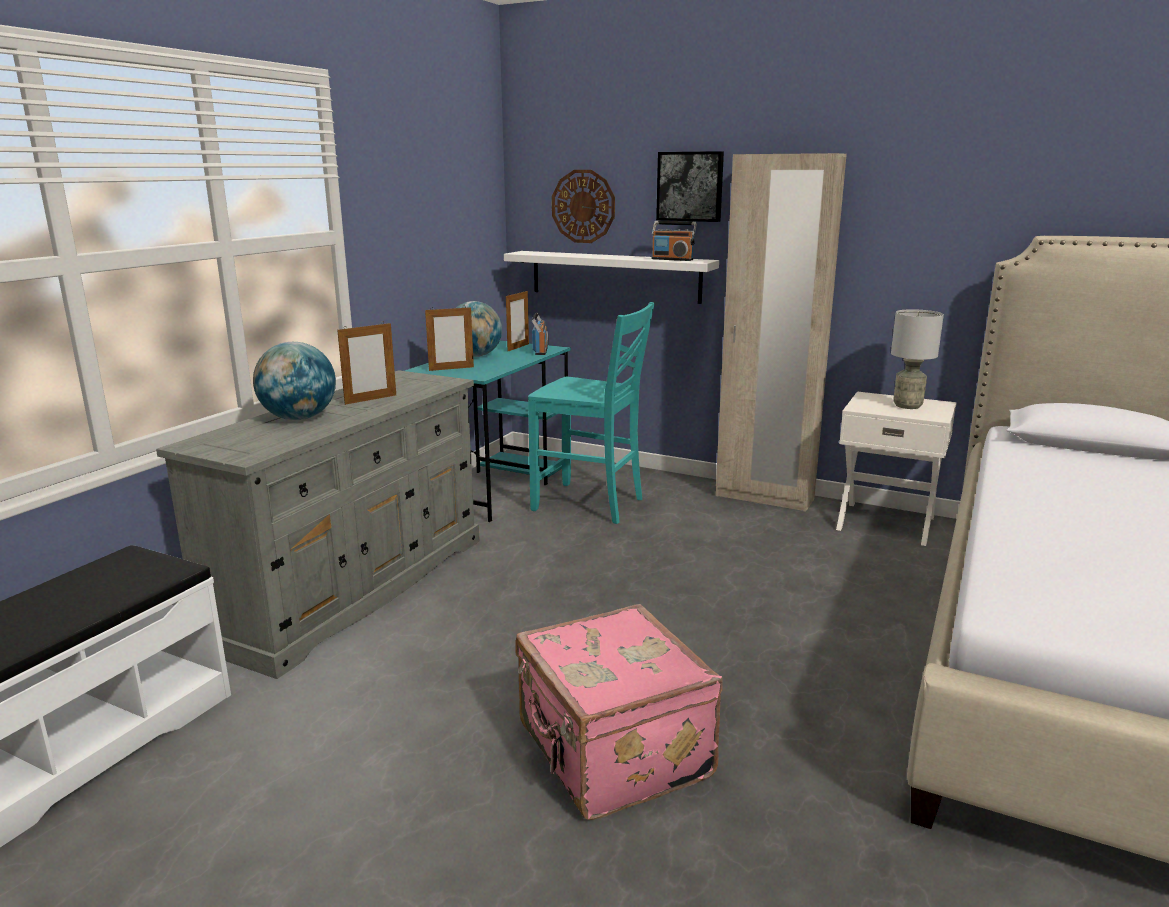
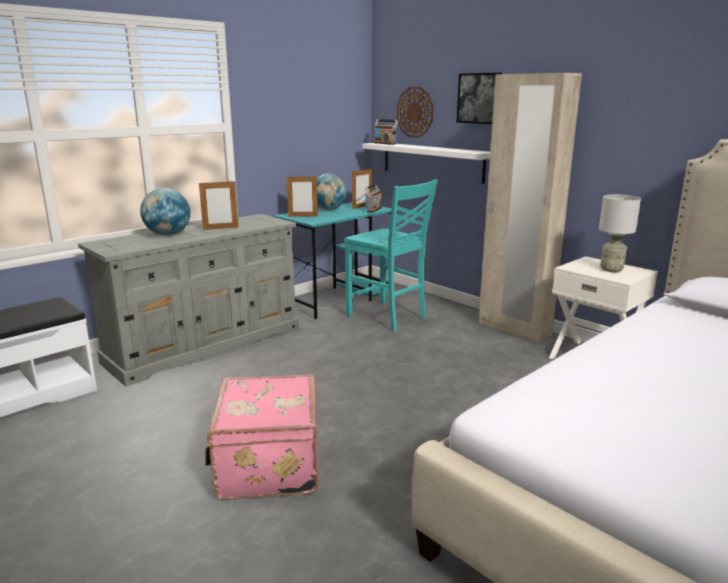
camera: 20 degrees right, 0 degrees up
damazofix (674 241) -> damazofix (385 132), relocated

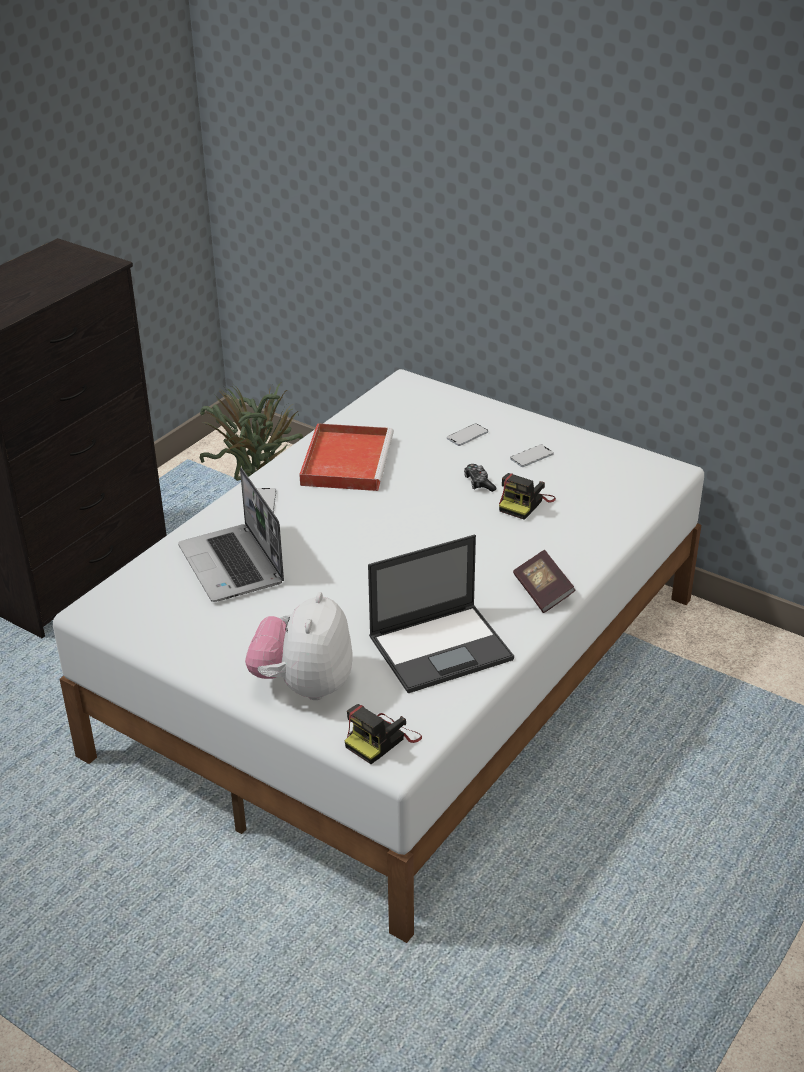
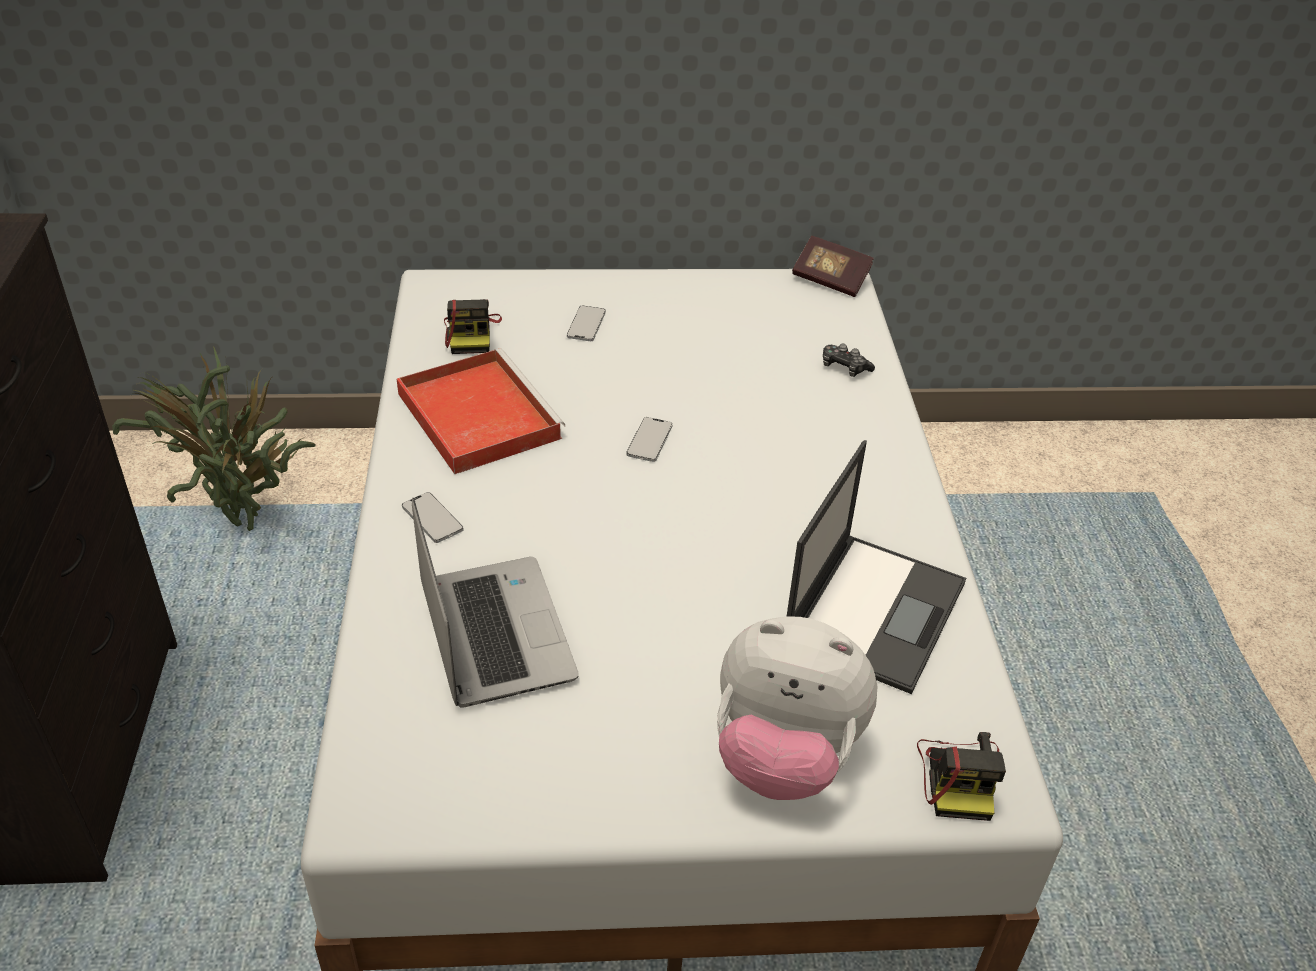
camera: 40 degrees left, 5 degrees up
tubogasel (231 534) -> tubogasel (495 603), 135 degrees counterclockwise
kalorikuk (298 646) -> kalorikuk (797 708), 45 degrees counterclockwise
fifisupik (480 478) -> fifisupik (849 360), relocated
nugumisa (527 496) -> nugumisa (473 326), relocated
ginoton (532 455) -> ginoton (650 439), relocated
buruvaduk (544 581) -> buruvaduk (833 266), relocated

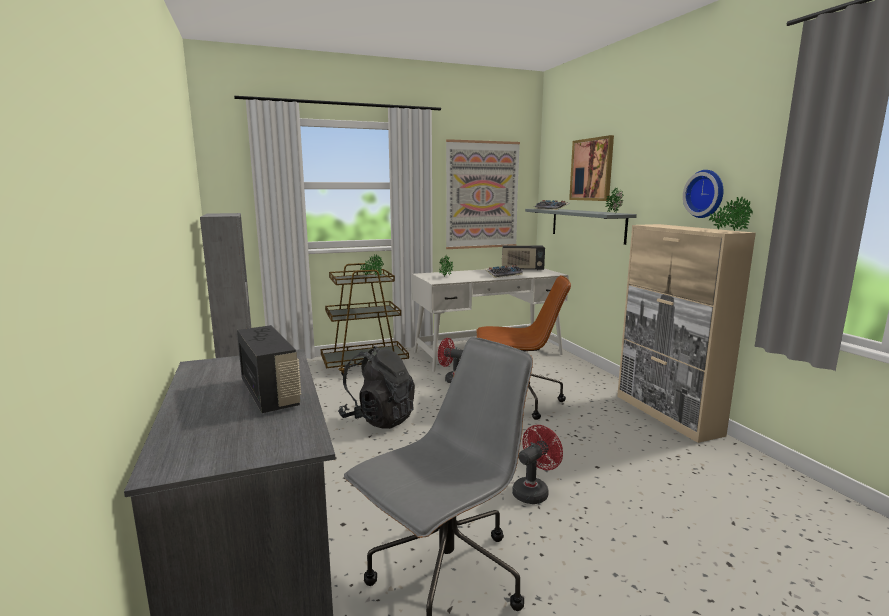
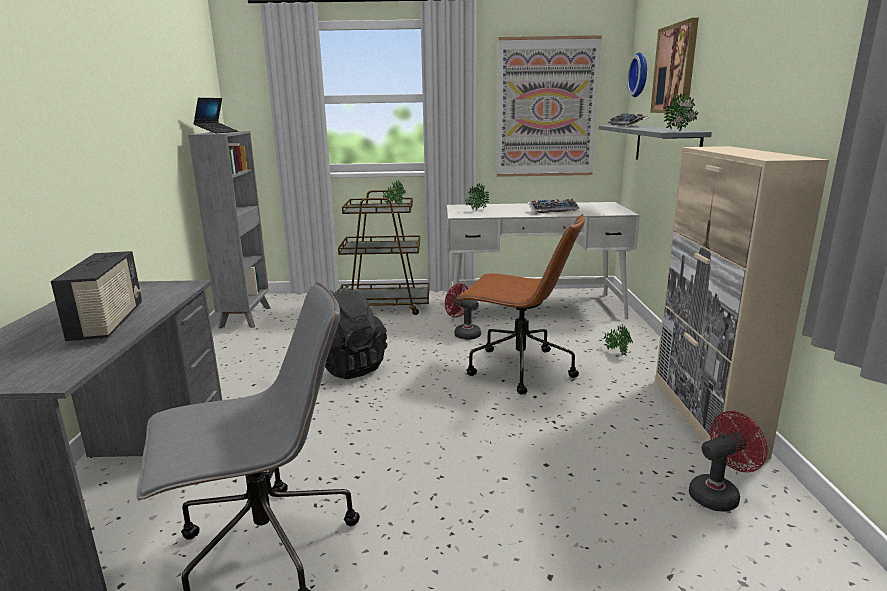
camera: 20 degrees right, 5 degrees up
damazofix (523 258) -> none
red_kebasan (537 464) -> red_kebasan (728 461), relocated
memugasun (703 194) -> memugasun (637 74), relocated
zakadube (730 214) -> zakadube (618 340), relocated
none -> tubogasel (216 115)

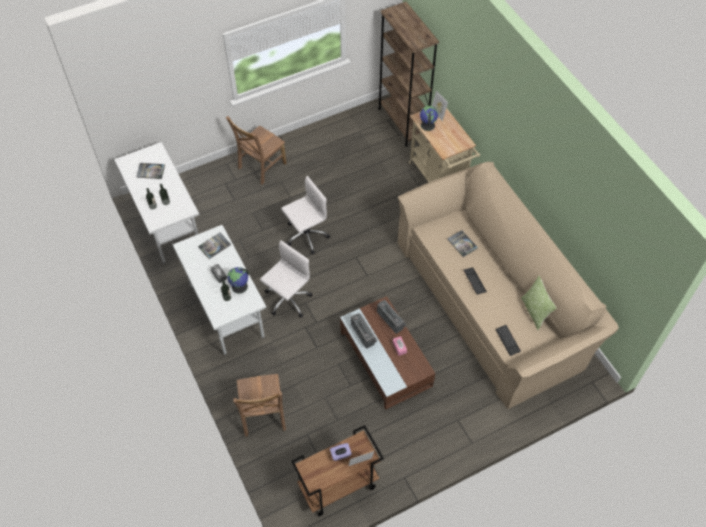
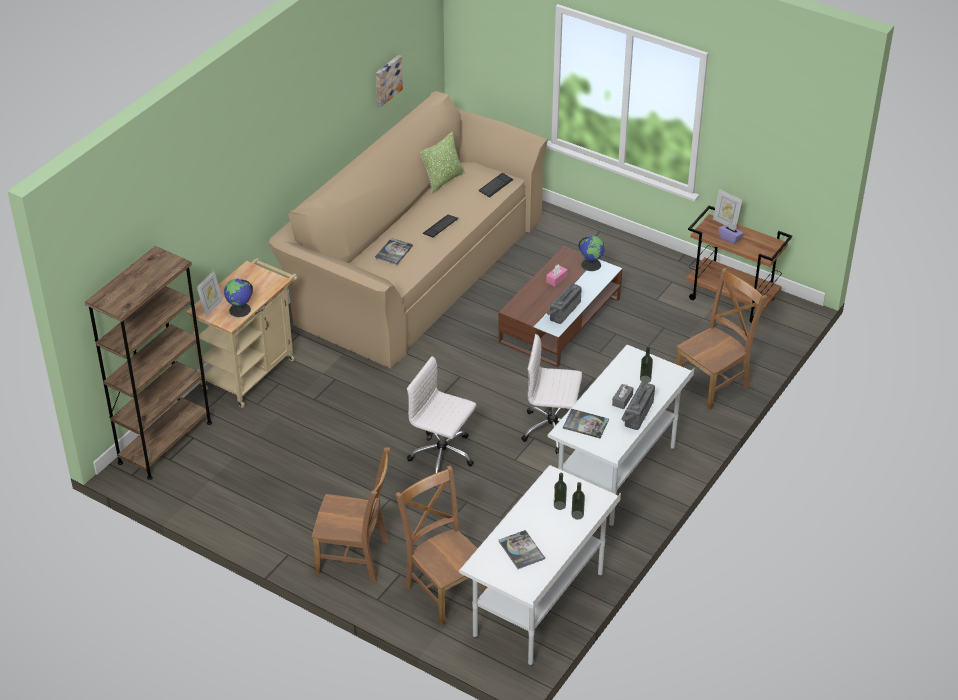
camera: 120 degrees left, 15 degrees down
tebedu (238 280) -> tebedu (592 253), relocated
damazofix (391 317) -> damazofix (638 406), relocated
none -> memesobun (389 81)
none -> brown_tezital (441 545)

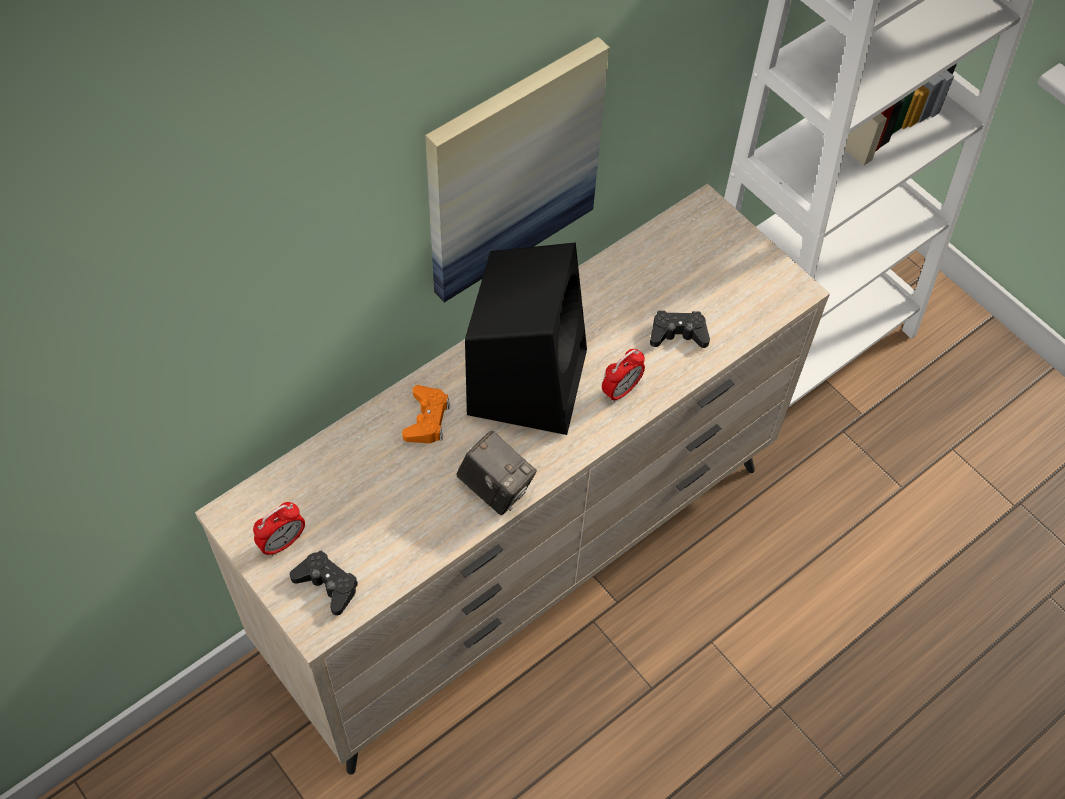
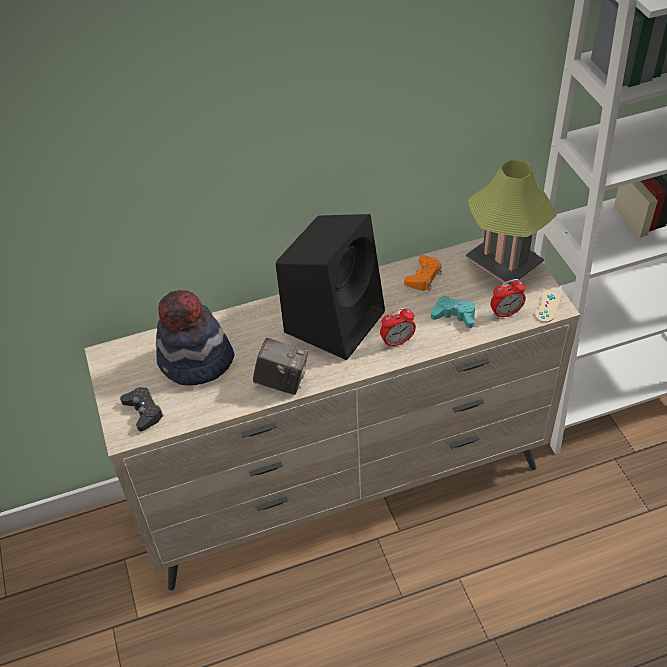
camera: 25 degrees right, 10 degrees down
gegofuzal (279 529) -> gegofuzal (508 299), relocated
orange_fifisupik (426 414) -> orange_fifisupik (423 273), relocated
memesobun (517 169) -> none
nugumisa (496 473) -> nugumisa (280 366), 45 degrees counterclockwise
black_fifisupik (680 329) -> turquoise_fifisupik (453 312)
none -> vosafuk (195 338)
none -> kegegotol (511 222)
none -> beige_fifisupik (548 306)

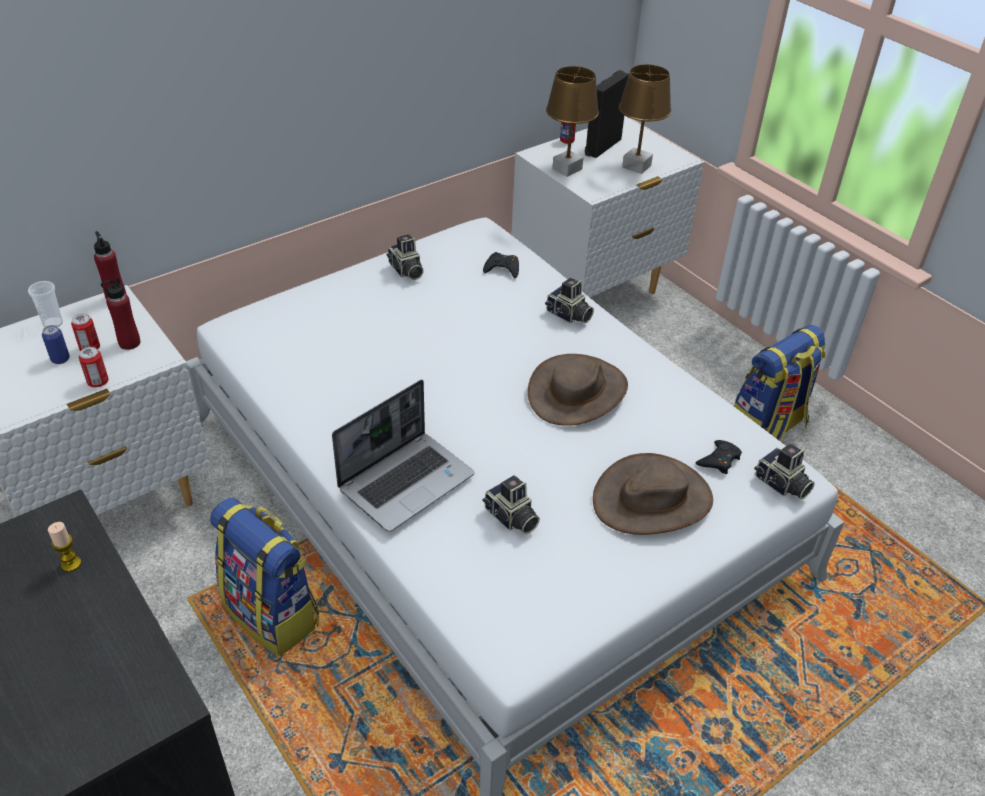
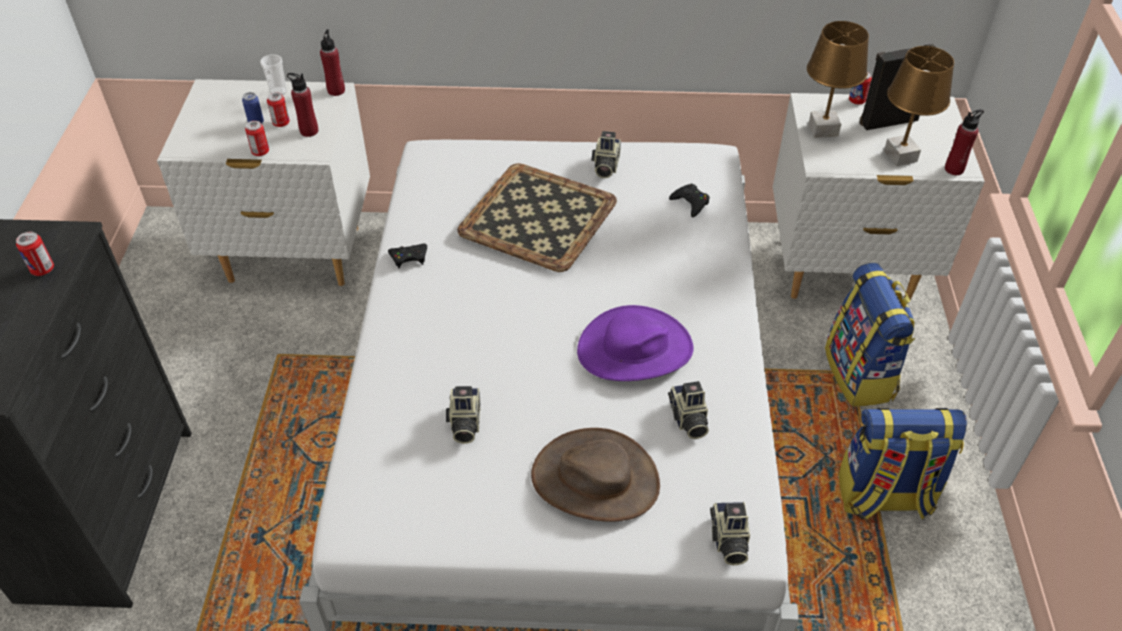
camera: 40 degrees right, 5 degrees up
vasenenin (64 547) -> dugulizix (35 254)
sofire (264 576) -> sofire (870 335), relocated
tubogasel (403 456) -> none
brown_vosafuk (578 390) -> purple_vosafuk (635 343)
nugumisa (569 300) -> nugumisa (688 410), relocated
black_fifisupik (719 457) -> black_fifisupik (407 256), relocated
none -> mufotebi (537 217)
none -> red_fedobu (964 142)

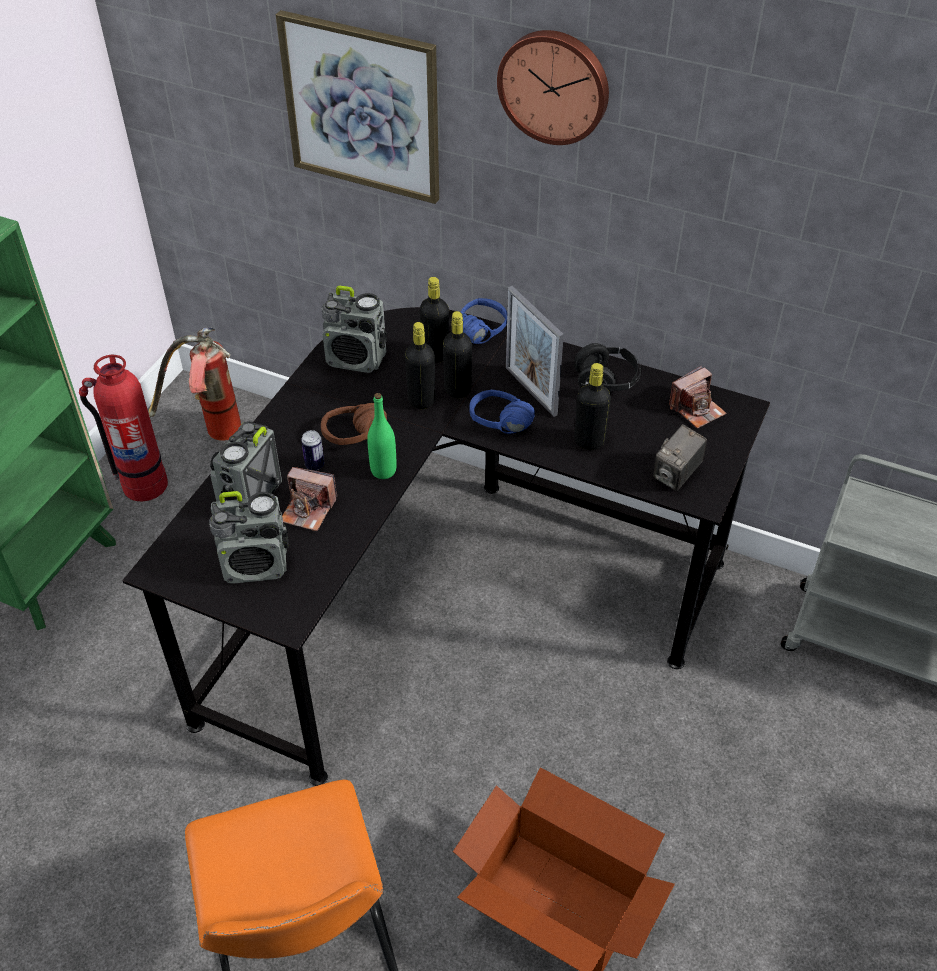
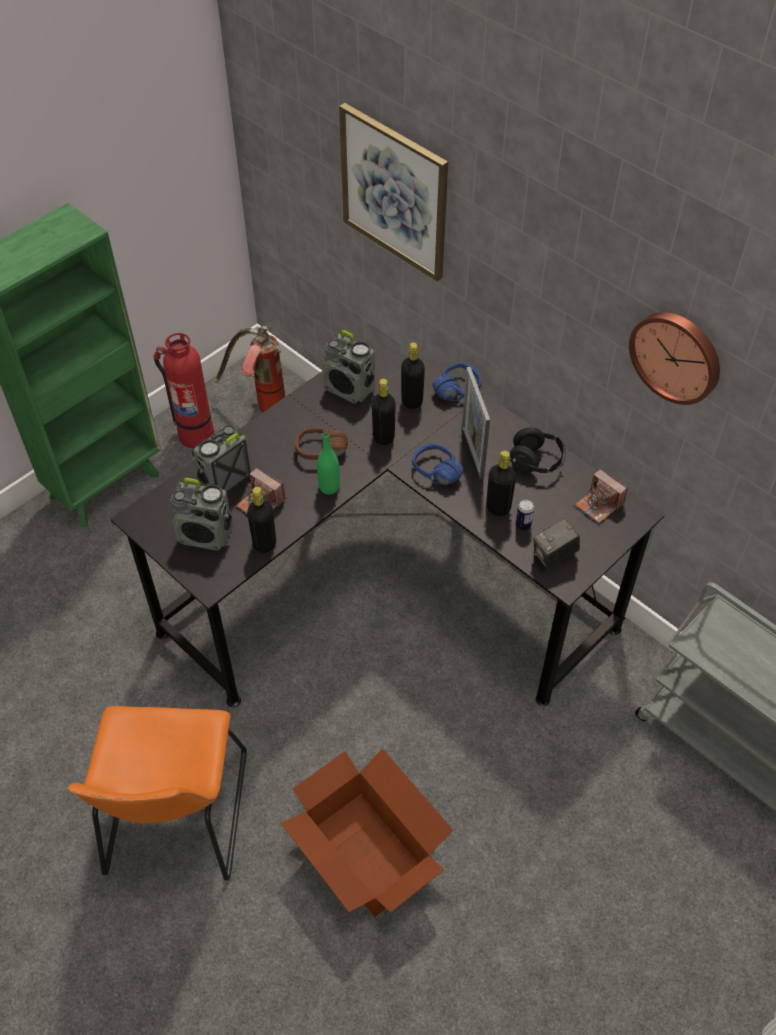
camera: 20 degrees right, 5 degrees up
dugulizix (312 450) -> dugulizix (524 515), relocated
black_fedobu (457 354) -> black_fedobu (261 520), relocated
memugasun (553 87) -> memugasun (674 358), relocated
nugumisa (697 397) -> nugumisa (601 496), 60 degrees clockwise

